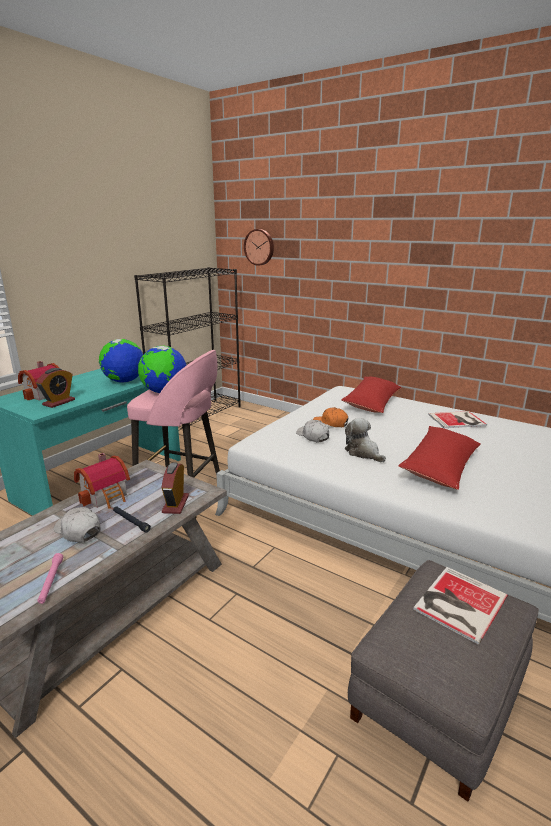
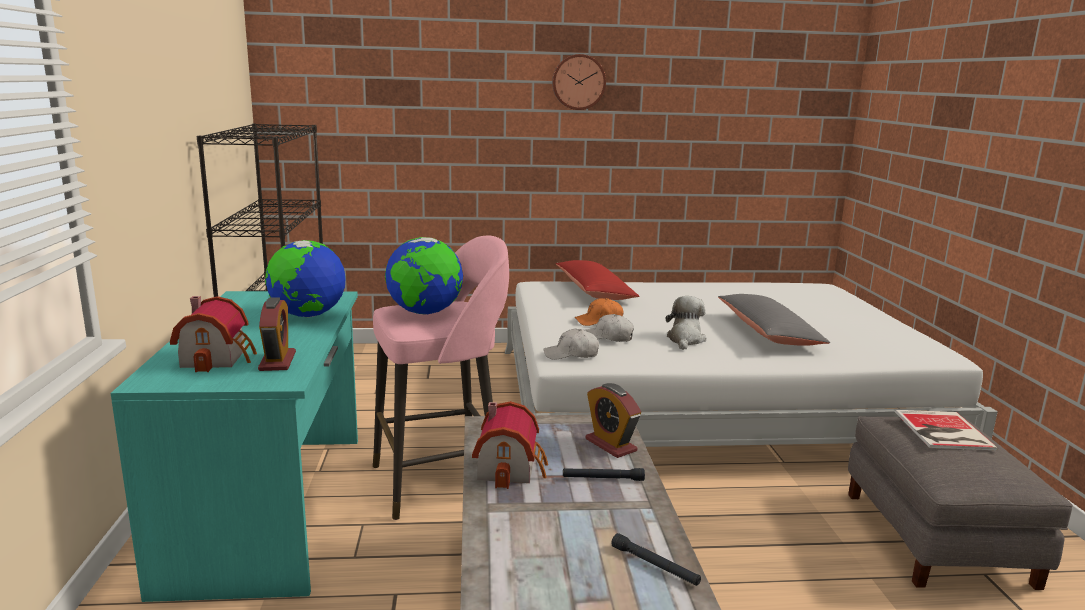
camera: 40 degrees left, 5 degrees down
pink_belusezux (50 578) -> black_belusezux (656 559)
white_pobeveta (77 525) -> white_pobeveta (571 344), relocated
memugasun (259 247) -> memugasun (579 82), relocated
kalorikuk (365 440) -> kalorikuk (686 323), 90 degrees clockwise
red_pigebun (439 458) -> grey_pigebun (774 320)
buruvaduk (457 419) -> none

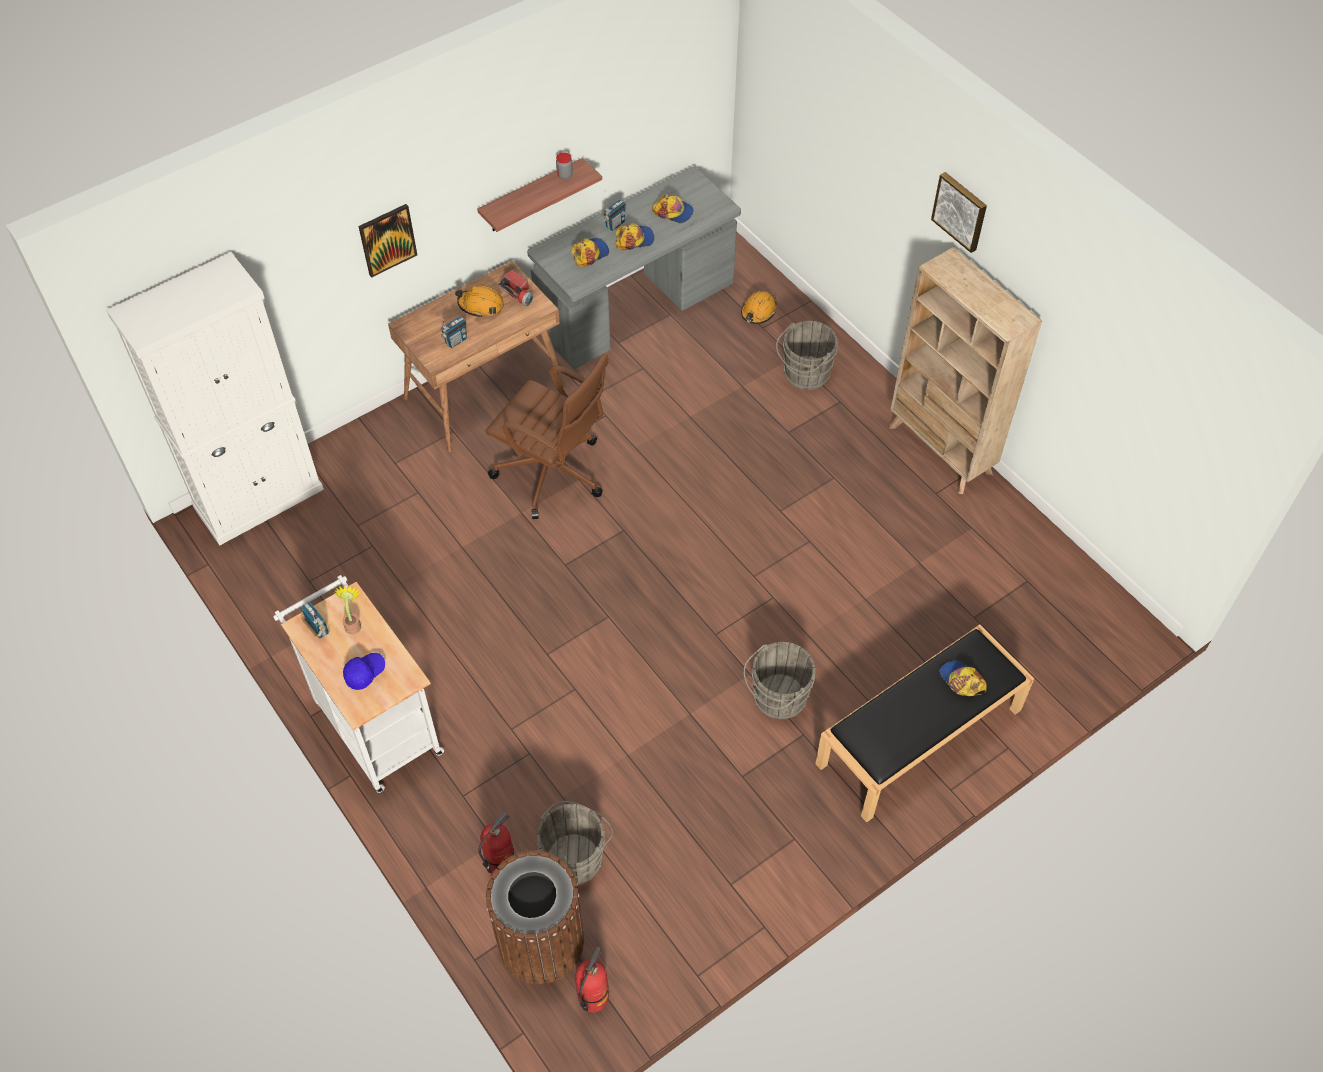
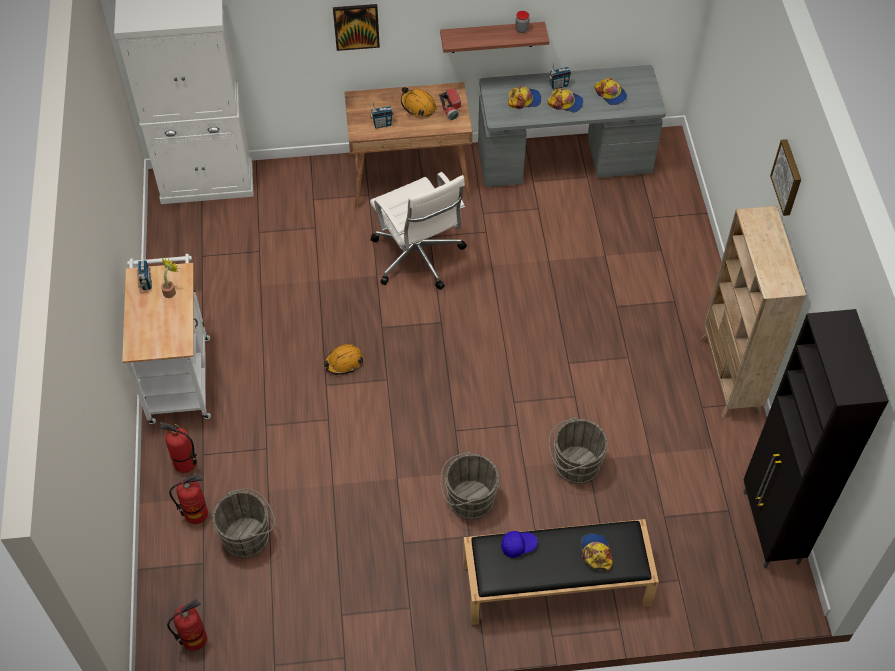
camera: 30 degrees right, 0 degrees up
blue_pobeveta (364 671) -> blue_pobeveta (519 544), relocated
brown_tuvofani (547 436) -> white_tuvofani (418 231)
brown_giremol (535 917) -> none
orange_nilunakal (759 307) -> orange_nilunakal (343 359), relocated
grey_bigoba (807 355) -> grey_bigoba (578 450), relocated
none -> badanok (178 447)
none -> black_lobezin (816 438)

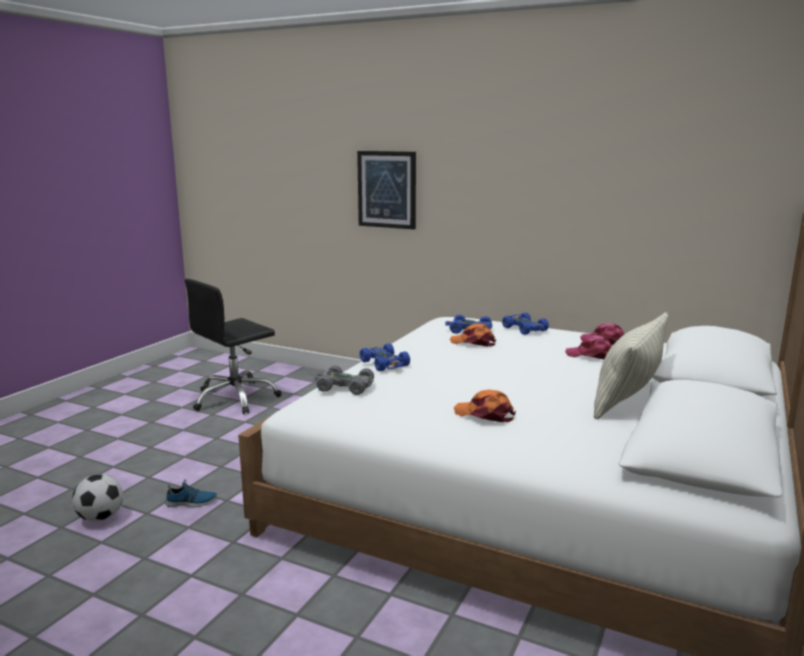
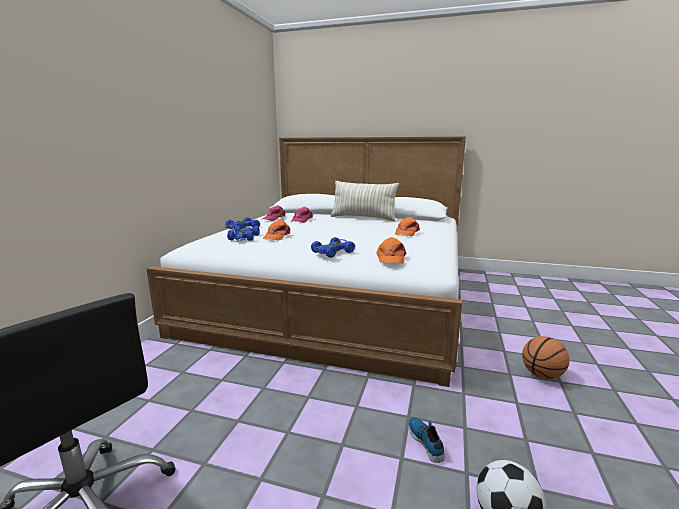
camera: 100 degrees left, 0 degrees up
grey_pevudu (344 380) -> orange_pobeveta (391 250)
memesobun (386 190) -> none
none -> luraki (545 357)

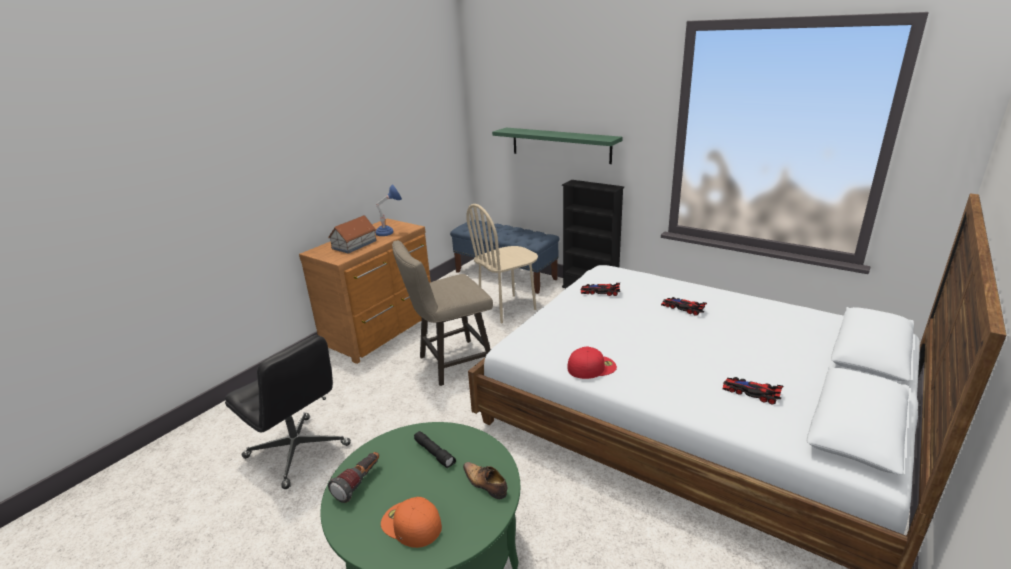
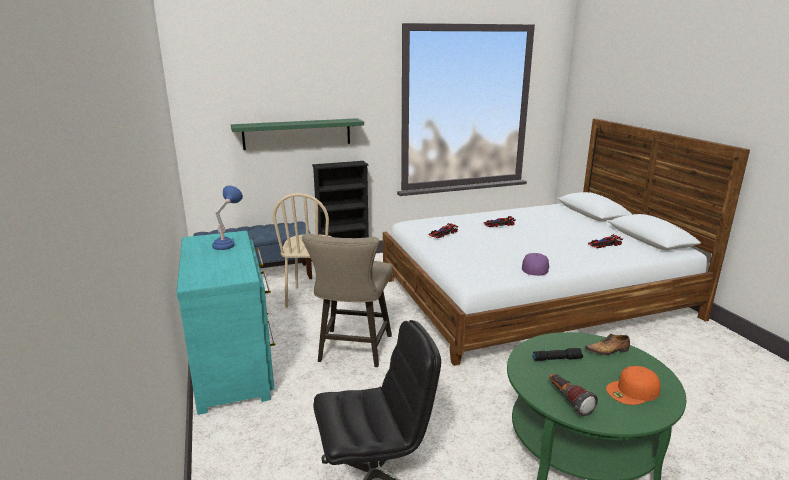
camera: 55 degrees left, 5 degrees down
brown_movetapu (365 291) -> turquoise_movetapu (226 323)
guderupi (352 234) -> none
red_pobeveta (592 363) -> purple_pobeveta (536 264)

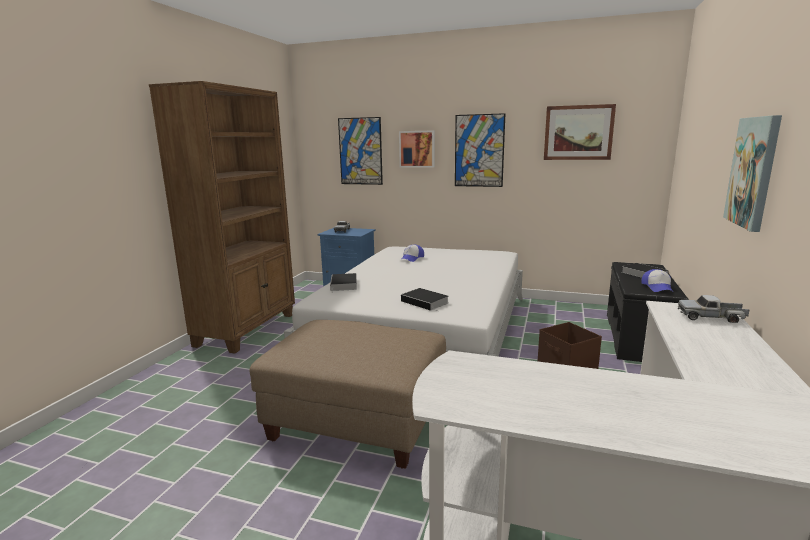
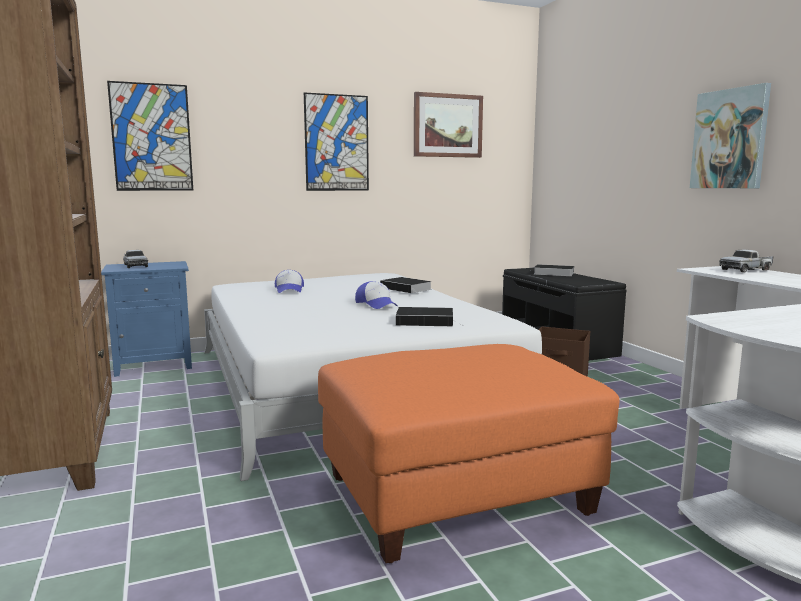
camera: 40 degrees left, 5 degrees down
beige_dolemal (347 394) -> orange_dolemal (469 453)
buruvaduk (343 282) -> buruvaduk (406 285), relocated
memesobun (417 149) -> none
pobeveta (657 280) -> pobeveta (376 295), relocated

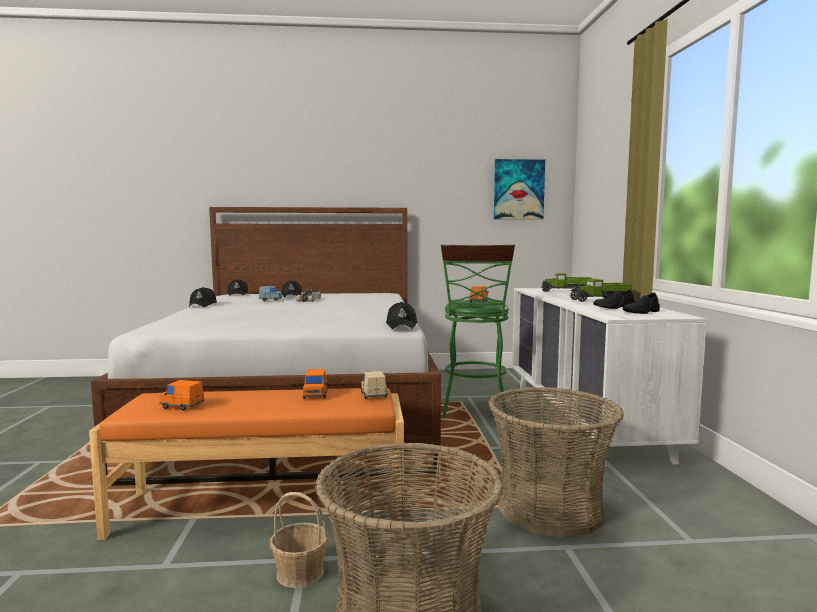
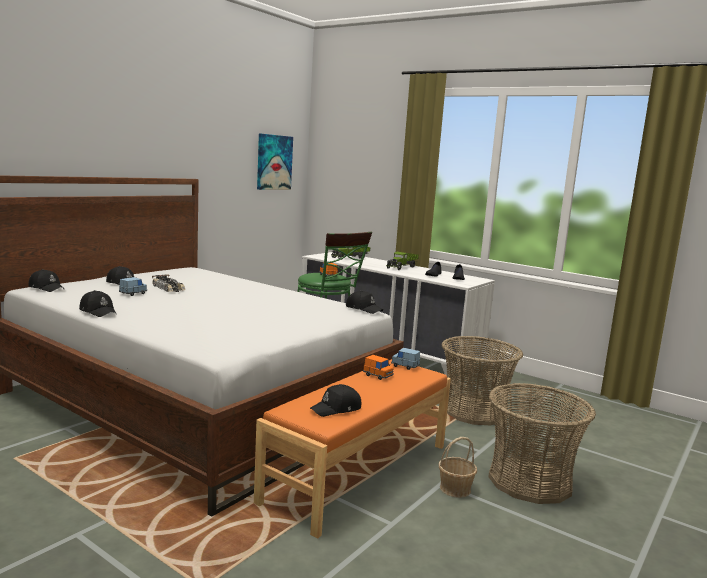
camera: 50 degrees left, 5 degrees up
orange_pevudu (182 395) -> black_pobeveta (335 400)
beige_pevudu (374 385) -> blue_pevudu (405 359)

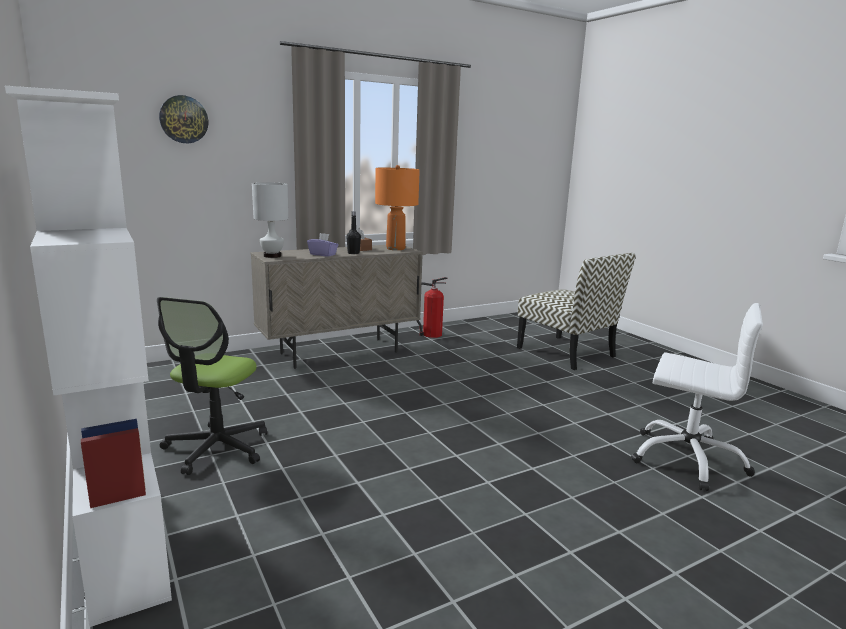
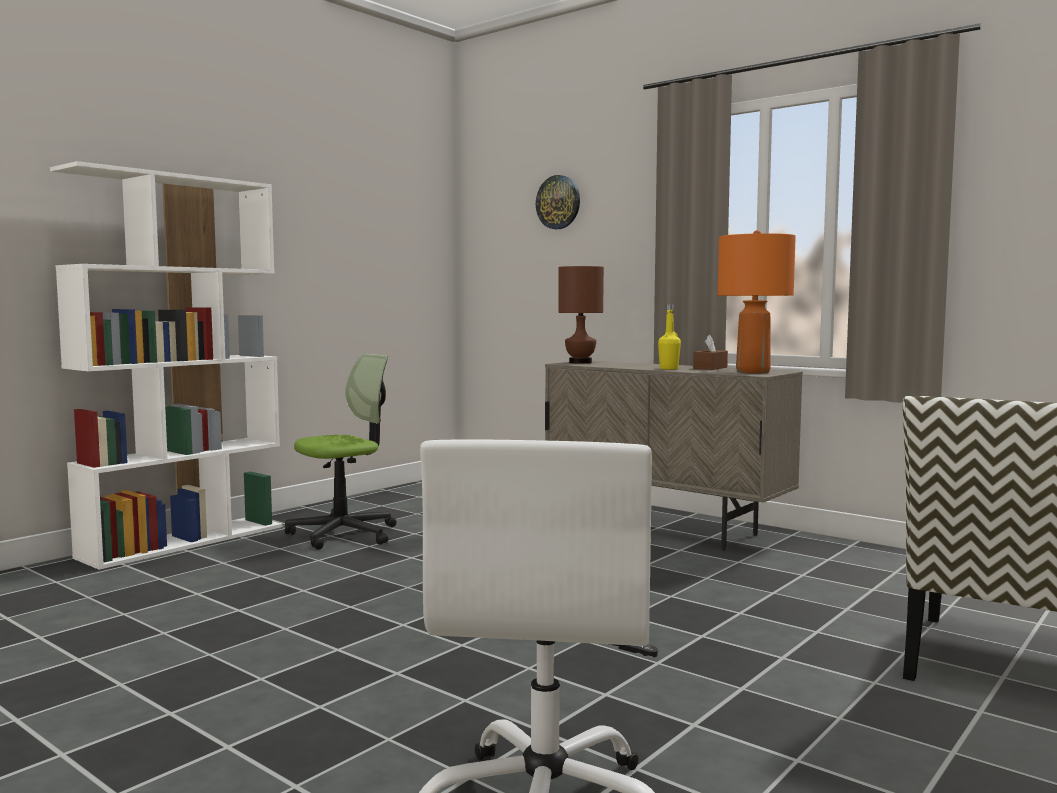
camera: 70 degrees right, 10 degrees down
tuvofani (212 386) -> tuvofani (341 451), 150 degrees clockwise
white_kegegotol (270 220) -> brown_kegegotol (581 315)
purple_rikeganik (322 245) -> none
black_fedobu (353 232) -> yellow_fedobu (669 337)
badanok (431 307) -> none

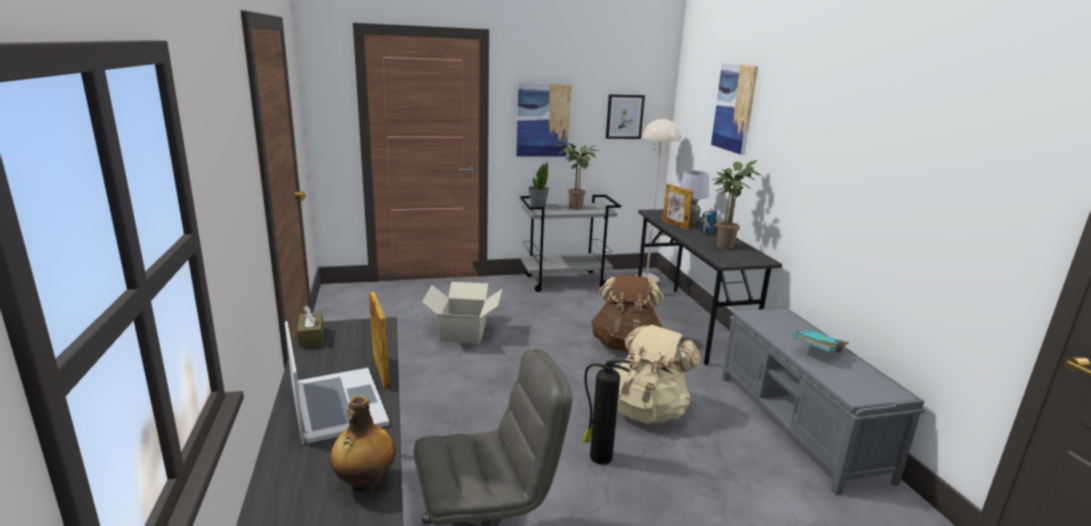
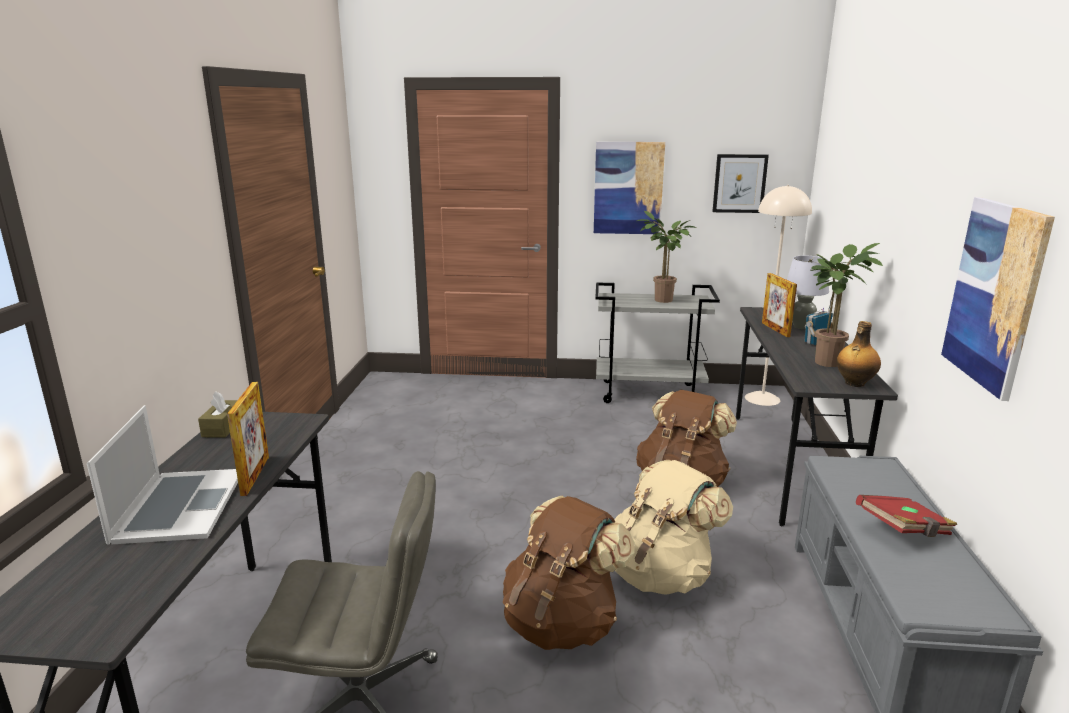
camera: 20 degrees right, 0 degrees up
fedobu (363 443) -> fedobu (859 354), relocated
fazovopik (462 313) -> none
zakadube (539 184) -> none
badanok (606 411) -> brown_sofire (569 573)
memesobun (734 109) -> memesobun (998 299), relocated
turquoise_buruvaduk (820 342) -> red_buruvaduk (906 516)

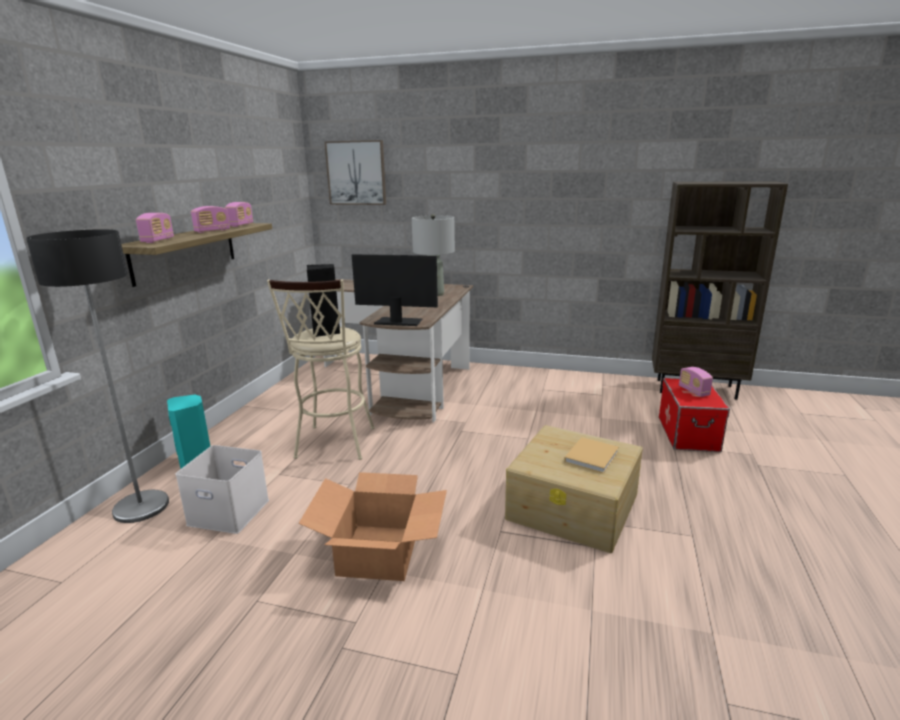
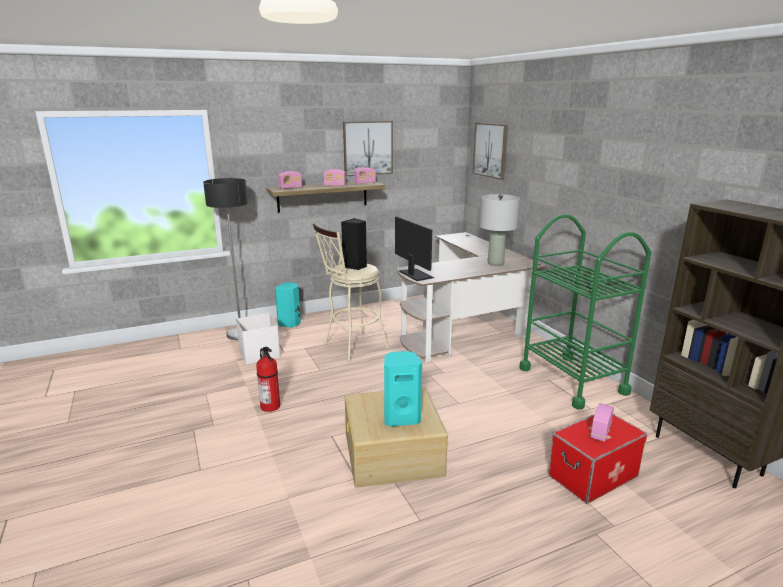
camera: 50 degrees right, 0 degrees up
fazovopik (373 526) -> badanok (268 379)
beige_buruvaduk (591 455) -> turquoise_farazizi (403 388)
none -> memesobun (368 148)
none -> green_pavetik (585 311)

